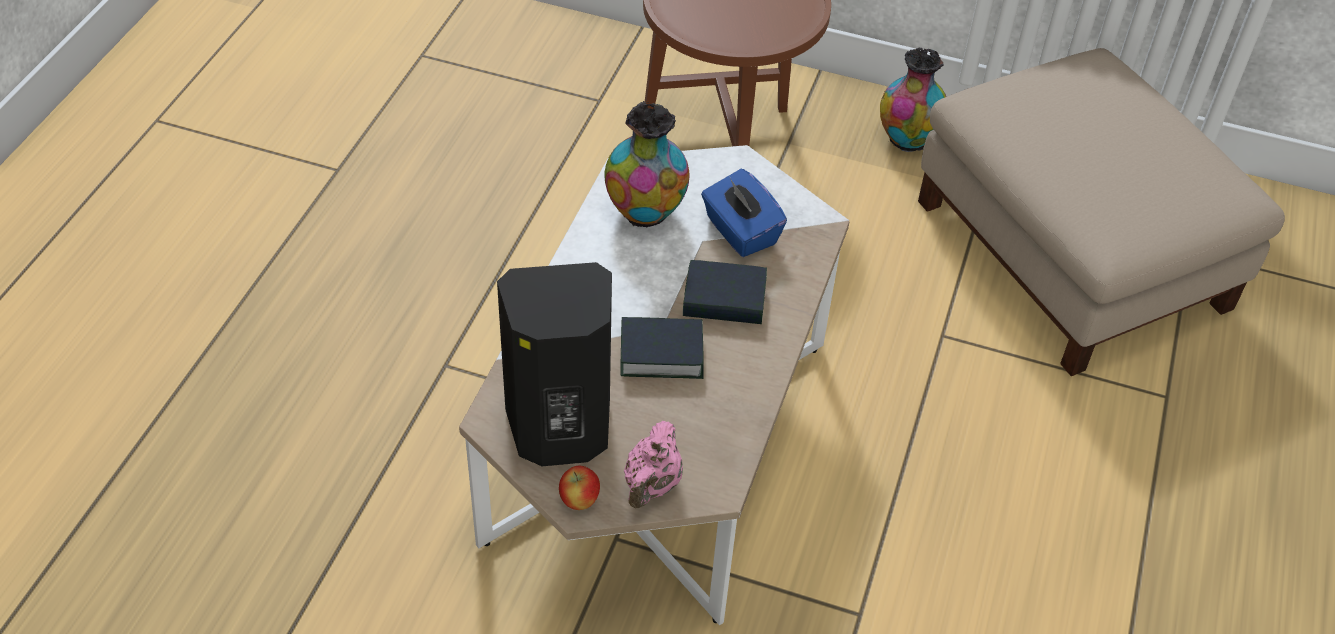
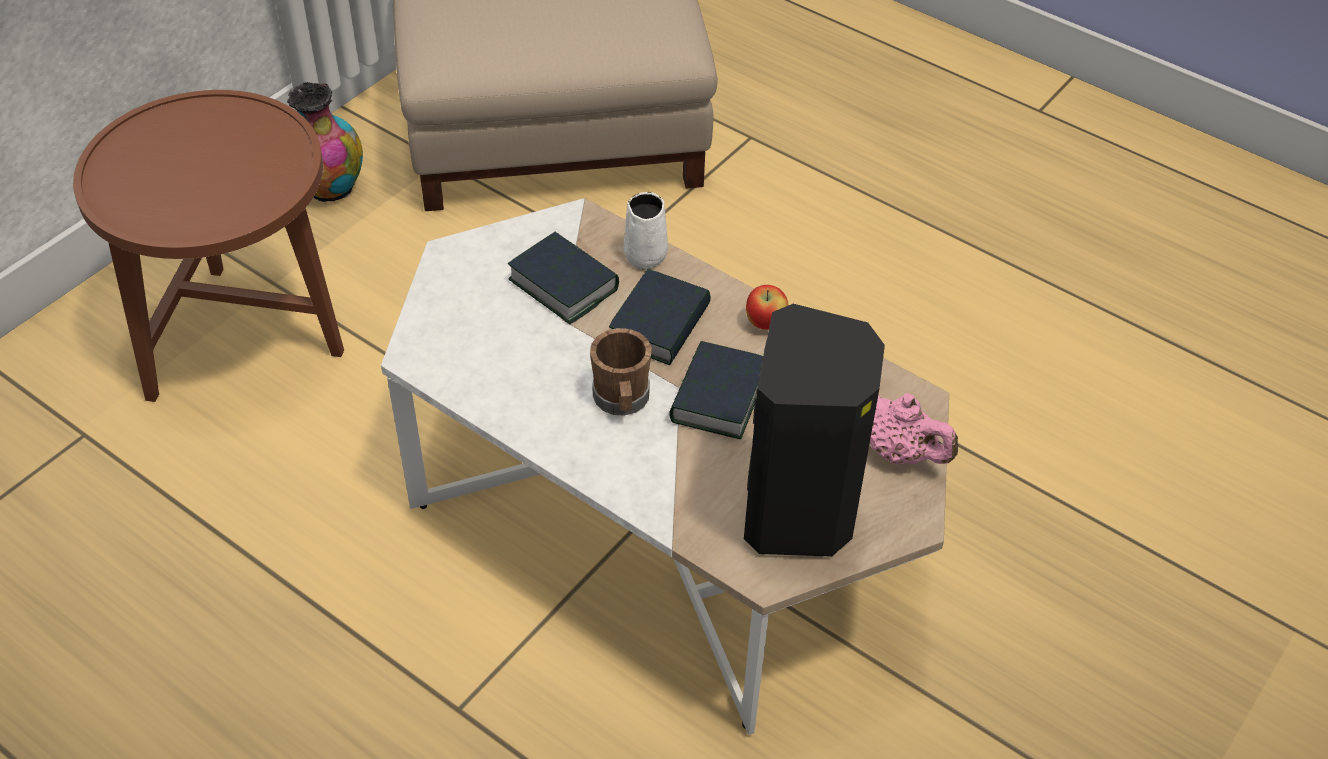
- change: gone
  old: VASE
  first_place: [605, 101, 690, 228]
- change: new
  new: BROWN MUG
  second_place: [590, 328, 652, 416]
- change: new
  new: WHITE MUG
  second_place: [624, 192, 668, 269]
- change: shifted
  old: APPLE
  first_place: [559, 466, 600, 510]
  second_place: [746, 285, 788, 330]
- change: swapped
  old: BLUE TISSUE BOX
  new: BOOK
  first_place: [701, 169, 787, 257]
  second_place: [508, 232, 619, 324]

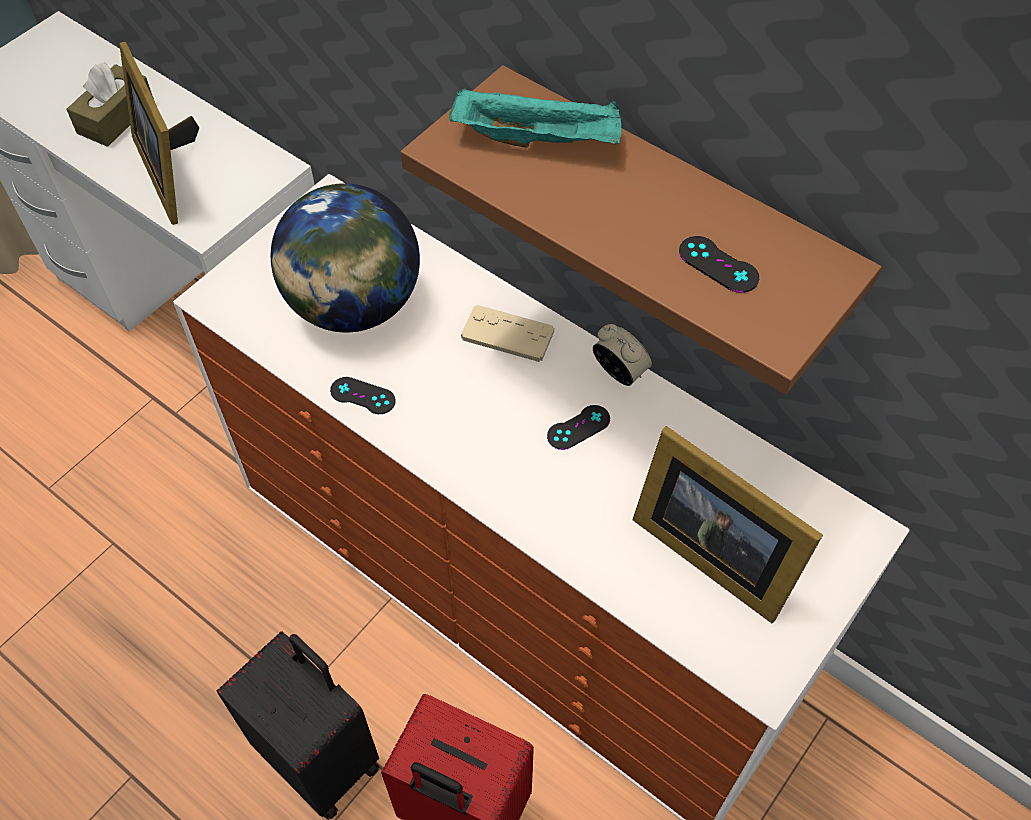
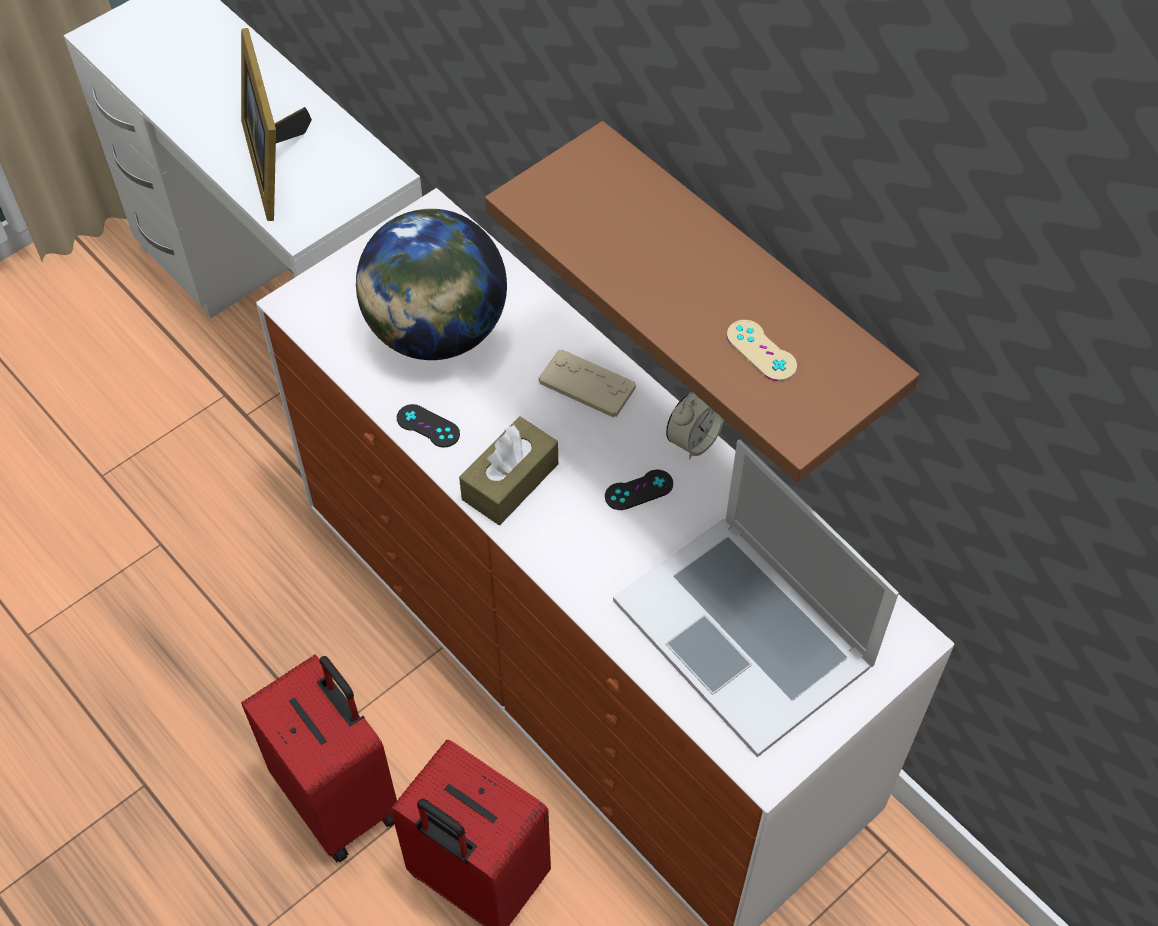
- change: gone
  old: TURQUOISE TRAY
  first_place: [449, 87, 622, 148]
- change: shifted
  old: BROWN TISSUE BOX
  first_place: [67, 62, 154, 147]
  second_place: [459, 417, 558, 525]
- change: swapped
  old: PICTURE FRAME
  new: LAPTOP
  first_place: [632, 426, 823, 623]
  second_place: [613, 440, 899, 757]
- change: repainted
  old: BLACK SUITCASE
  new: RED SUITCASE
  first_place: [217, 631, 380, 820]
  second_place: [241, 654, 397, 863]
- change: repainted
  old: BLACK GAME CONTROLLER
  new: BEIGE GAME CONTROLLER
  first_place: [679, 236, 759, 293]
  second_place: [727, 320, 797, 381]
- change: rotated
  old: ALARM CLOCK
  first_place: [593, 324, 652, 386]
  second_place: [666, 391, 724, 459]
  degrees: 75

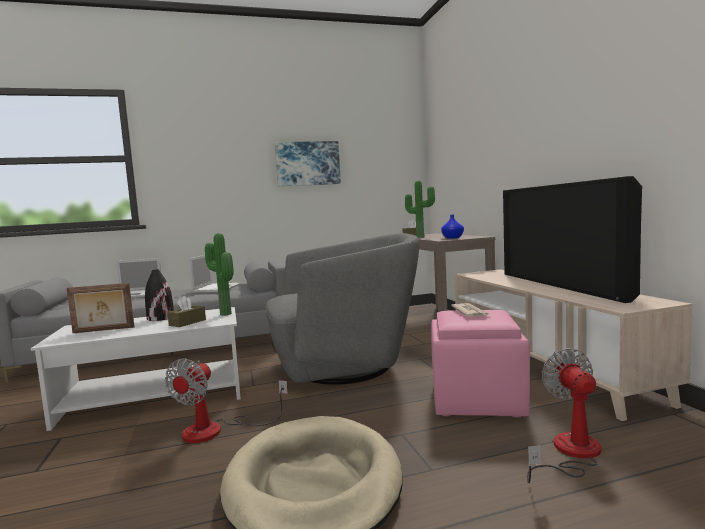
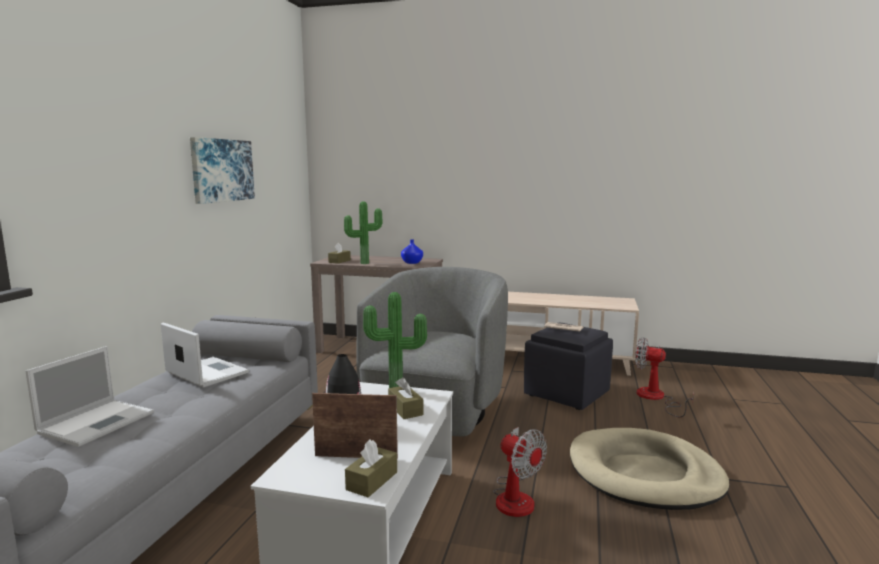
- change: gone
  old: TELEVISION
  first_place: [503, 176, 642, 303]
- change: new
  new: BROWN TISSUE BOX
  second_place: [345, 440, 397, 497]
- change: repainted
  old: PINK OTTOMAN
  new: BLACK OTTOMAN
  first_place: [431, 310, 530, 418]
  second_place: [524, 323, 613, 410]
- change: rotated
  old: PICTURE FRAME
  first_place: [67, 283, 134, 333]
  second_place: [312, 393, 398, 459]
  degrees: -105

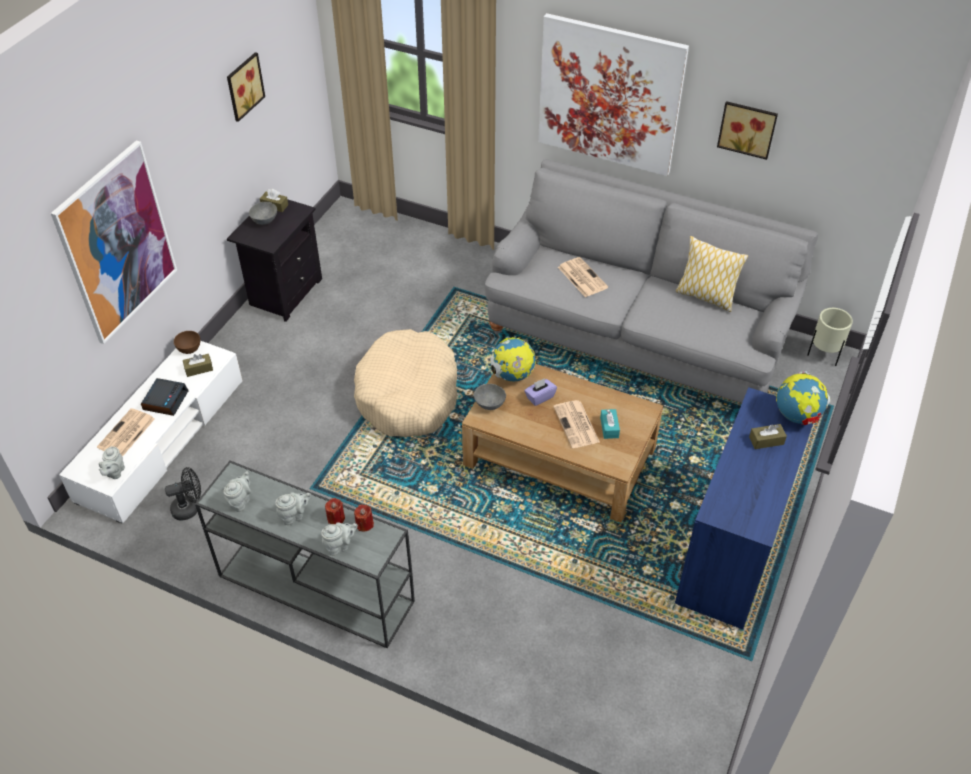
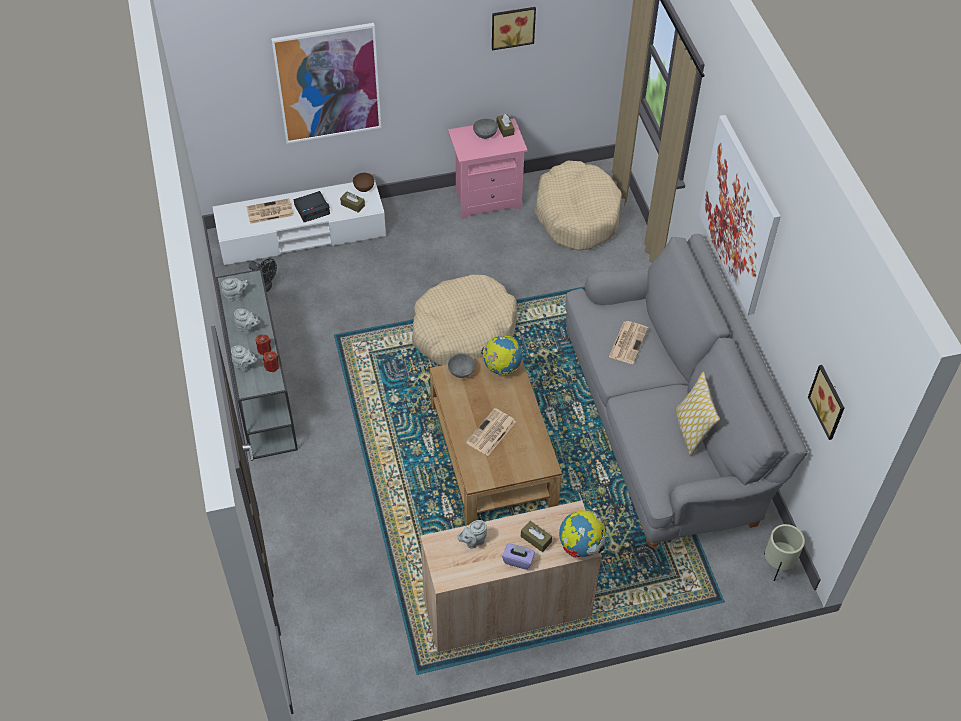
- change: gone
  old: TURQUOISE TISSUE BOX
  first_place: [600, 409, 620, 439]
- change: new
  new: BEIGE DOG BED
  second_place: [535, 160, 622, 251]
- change: shifted
  old: GREY TEAPOT
  first_place: [99, 446, 125, 479]
  second_place: [457, 520, 487, 548]
- change: shifted
  old: PURPLE TISSUE BOX
  first_place: [524, 378, 557, 406]
  second_place: [502, 544, 535, 570]
- change: shifted
  old: PICTURE
  first_place: [717, 101, 778, 160]
  second_place: [808, 365, 844, 440]
- change: repainted
  old: BLACK NIGHTSTAND
  new: PINK NIGHTSTAND
  first_place: [227, 199, 322, 322]
  second_place: [448, 118, 528, 219]
- change: repainted
  old: BLUE CABINET
  new: BEIGE CABINET
  first_place: [675, 387, 813, 629]
  second_place: [420, 500, 602, 654]

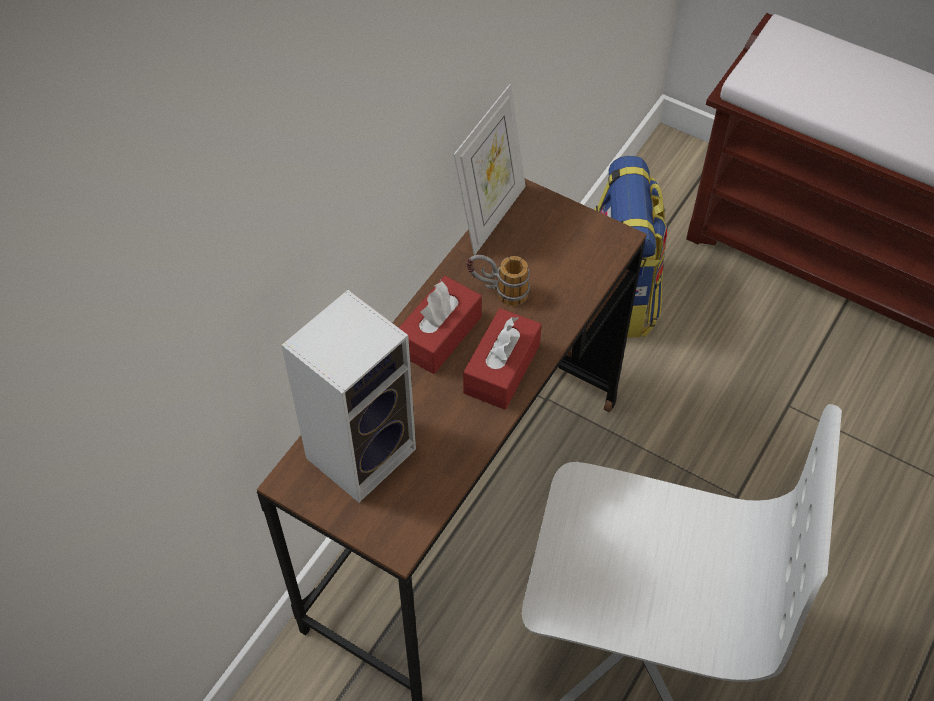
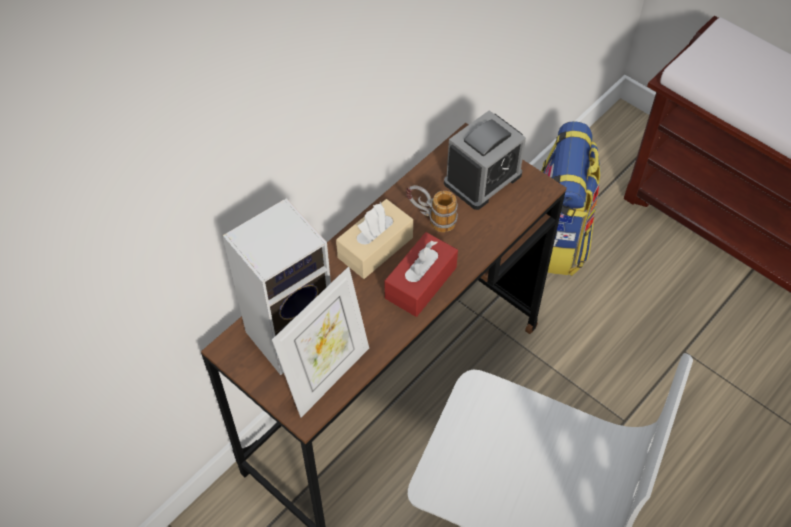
- change: new
  new: ALARM CLOCK
  second_place: [444, 110, 526, 210]
- change: shifted
  old: PICTURE FRAME
  first_place: [454, 84, 526, 255]
  second_place: [272, 267, 369, 417]
- change: repainted
  old: RED TISSUE BOX
  new: BEIGE TISSUE BOX
  first_place: [399, 276, 482, 374]
  second_place: [336, 199, 413, 279]

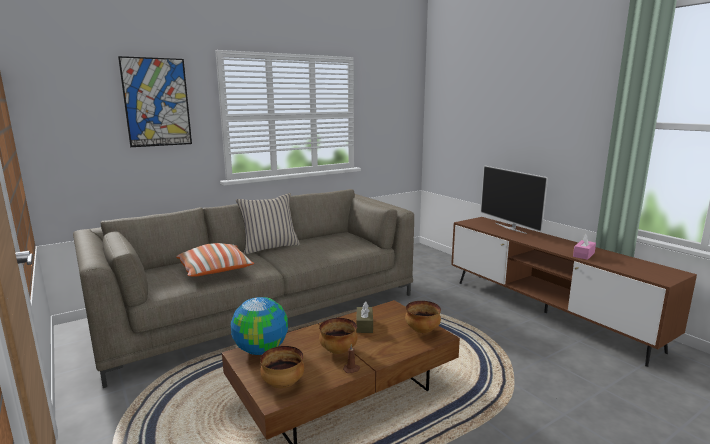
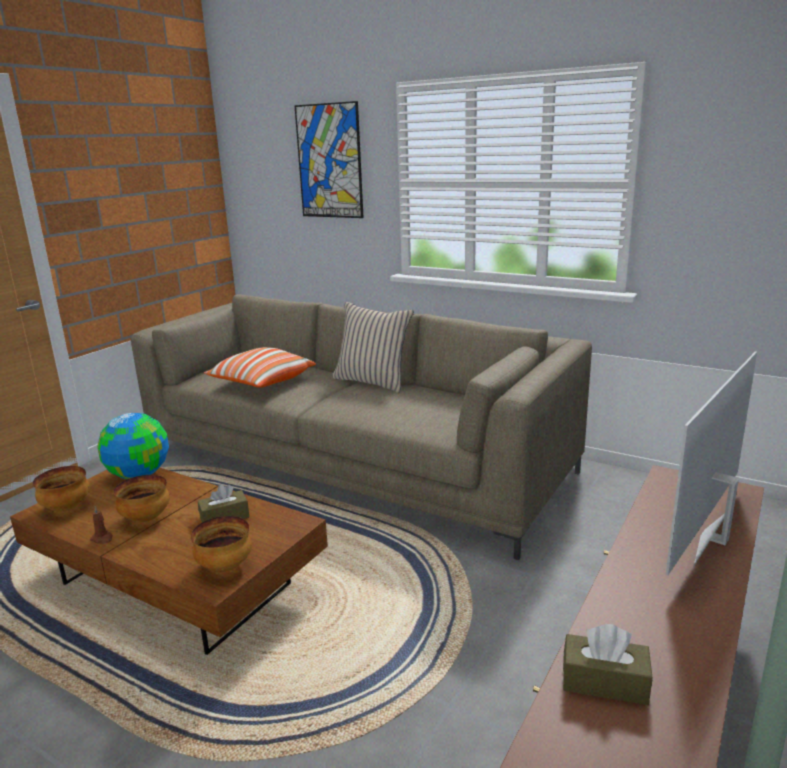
- change: repainted
  old: PINK TISSUE BOX
  new: BROWN TISSUE BOX
  first_place: [573, 234, 596, 260]
  second_place: [563, 624, 652, 705]

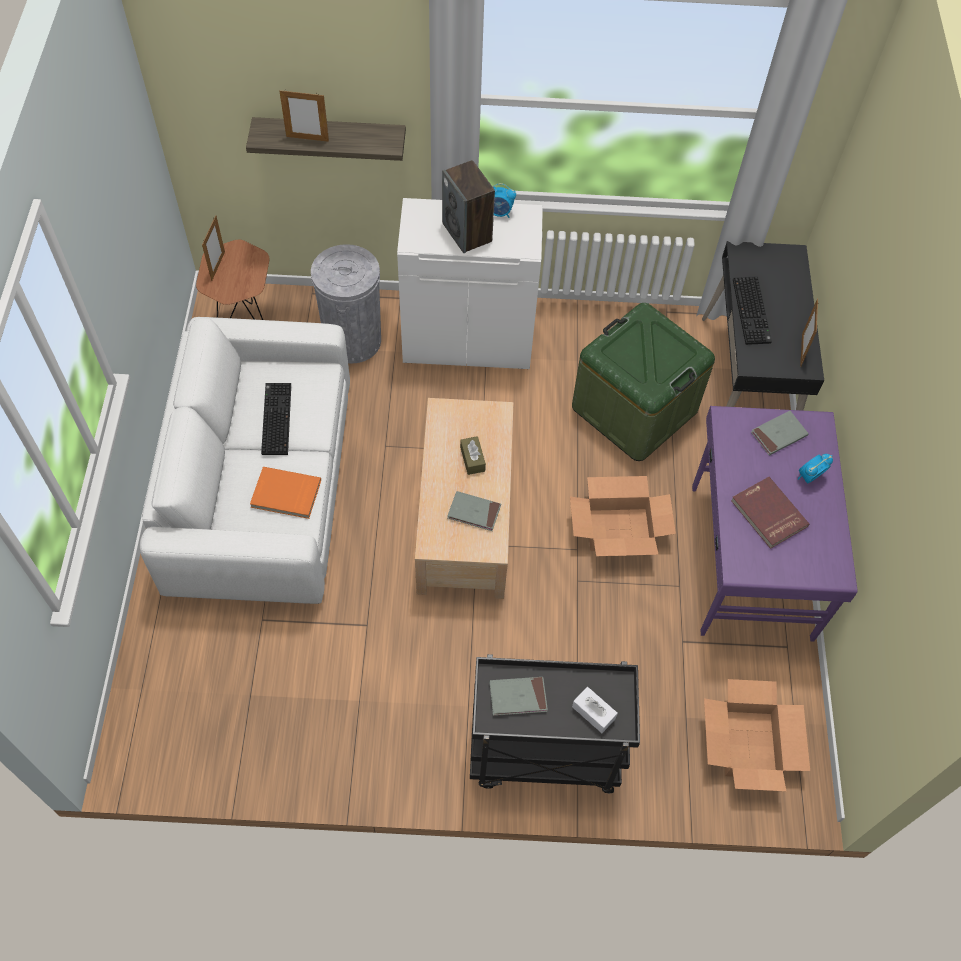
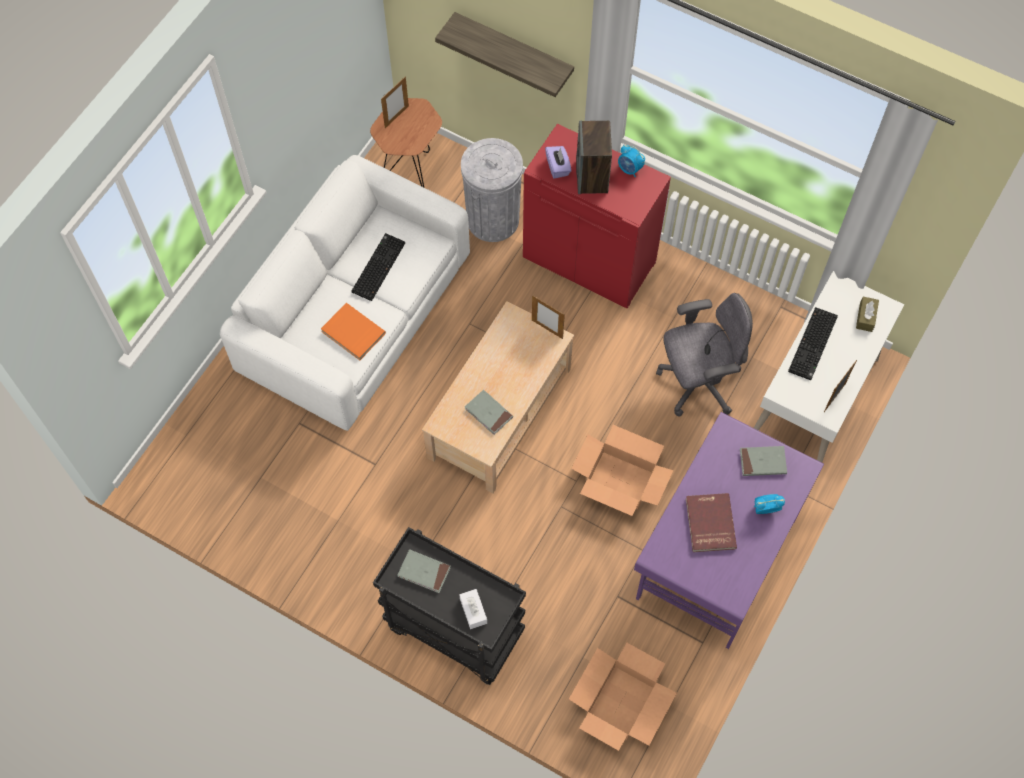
- change: new
  new: PURPLE TISSUE BOX
  second_place: [545, 146, 571, 179]
- change: shifted
  old: PICTURE FRAME
  first_place: [279, 89, 329, 142]
  second_place: [532, 295, 565, 339]
- change: shifted
  old: BROWN TISSUE BOX
  first_place: [460, 436, 486, 475]
  second_place: [856, 297, 879, 332]
- change: swapped
  old: GREEN STORAGE BOX
  new: GREY OFFICE CHAIR
  first_place: [572, 303, 715, 461]
  second_place: [656, 293, 753, 416]
- change: repainted
  old: WHITE CABINET
  new: RED CABINET
  first_place: [397, 198, 543, 369]
  second_place: [523, 124, 671, 308]
- change: repainted
  old: BLACK DESK
  new: WHITE DESK
  first_place: [702, 241, 824, 411]
  second_place: [754, 271, 904, 462]

